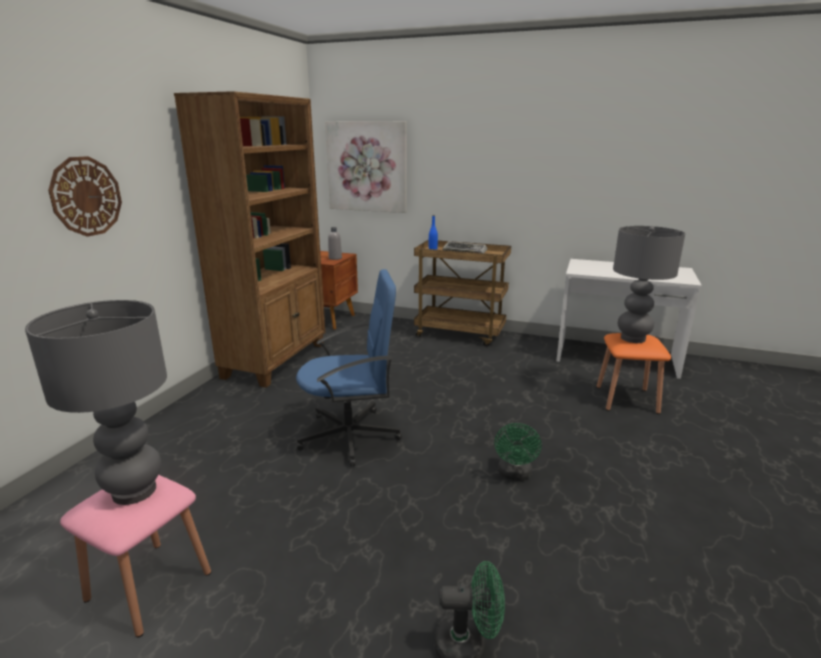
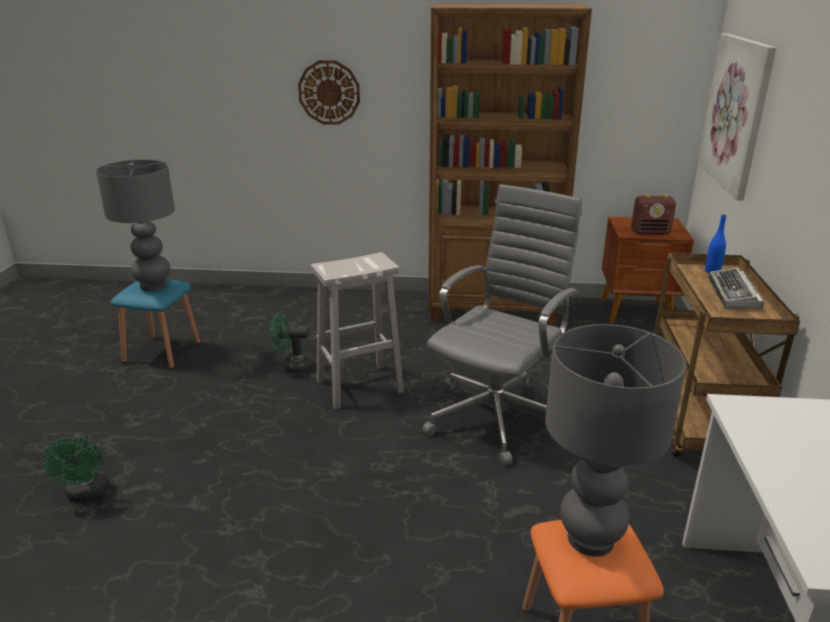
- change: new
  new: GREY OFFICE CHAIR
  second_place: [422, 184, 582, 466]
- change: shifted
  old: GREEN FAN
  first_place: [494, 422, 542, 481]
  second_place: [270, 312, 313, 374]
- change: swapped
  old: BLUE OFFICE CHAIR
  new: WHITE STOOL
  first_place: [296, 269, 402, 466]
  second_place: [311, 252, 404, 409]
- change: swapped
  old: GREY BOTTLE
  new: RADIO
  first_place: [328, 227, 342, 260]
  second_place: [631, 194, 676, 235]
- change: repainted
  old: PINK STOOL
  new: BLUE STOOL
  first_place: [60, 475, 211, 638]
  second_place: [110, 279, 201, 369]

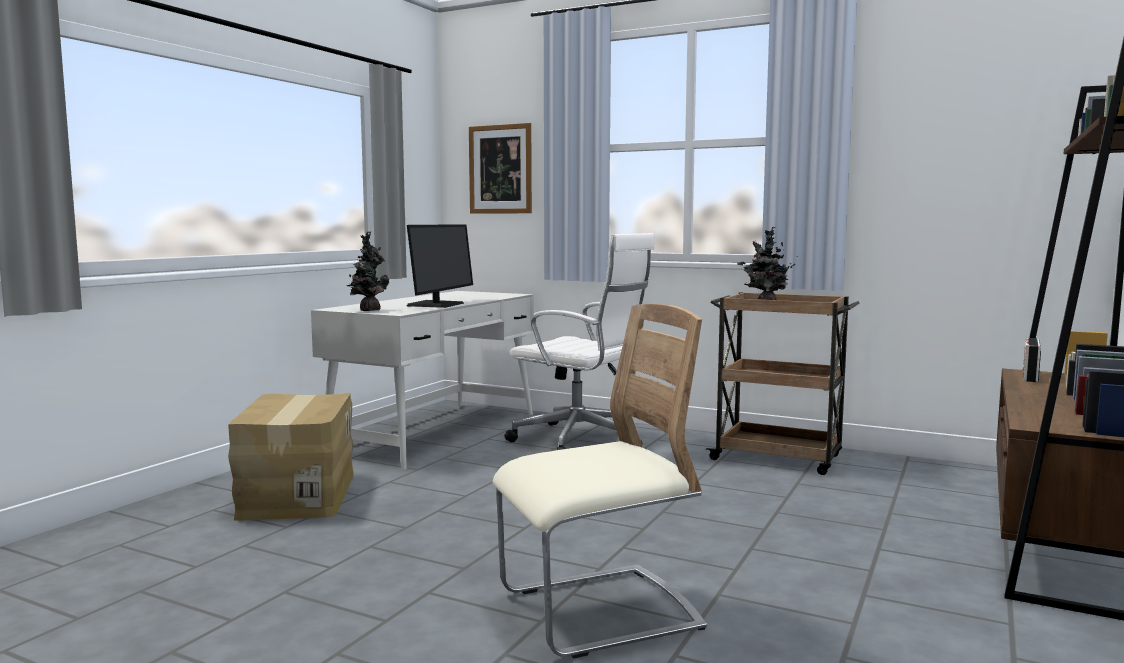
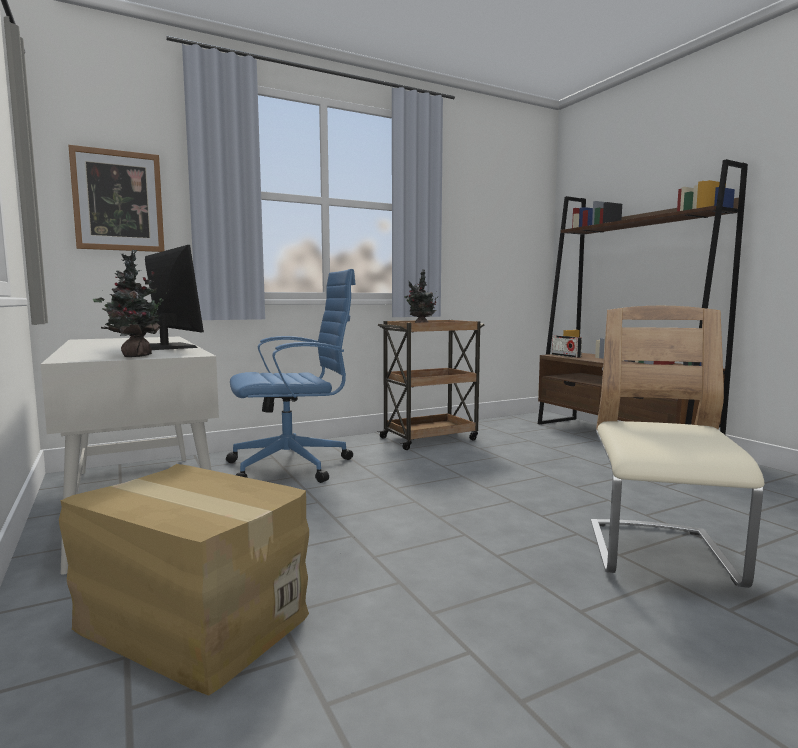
- change: repainted
  old: WHITE OFFICE CHAIR
  new: BLUE OFFICE CHAIR
  first_place: [505, 233, 655, 450]
  second_place: [226, 269, 356, 483]

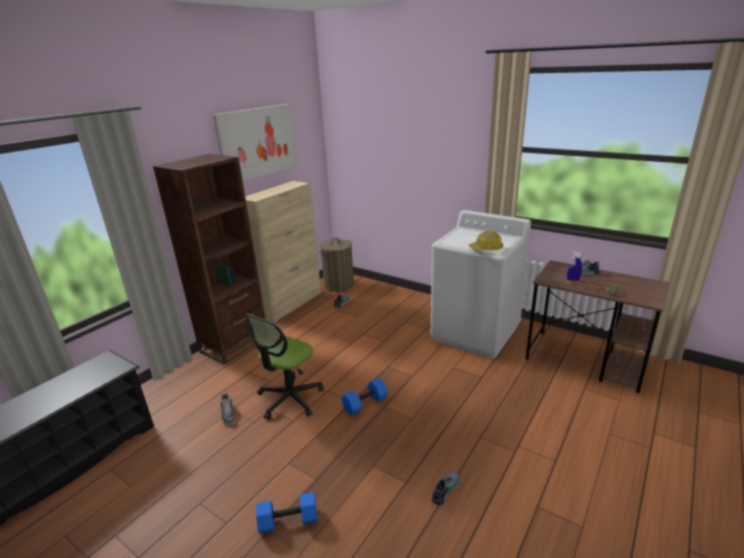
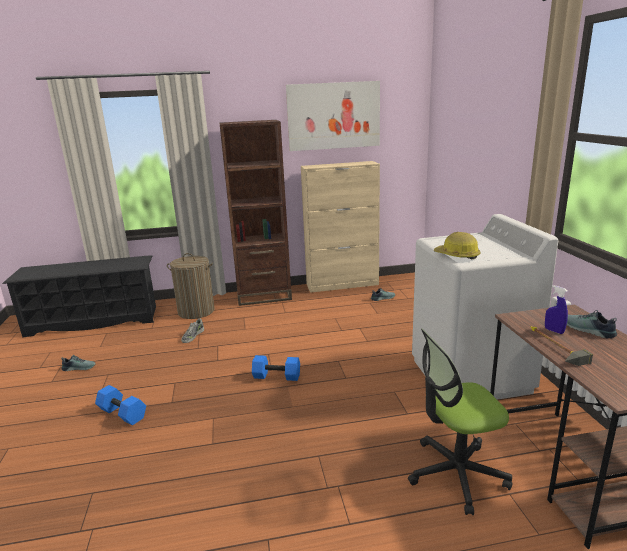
- change: shifted
  old: OFFICE CHAIR
  first_place: [245, 314, 324, 420]
  second_place: [408, 329, 512, 515]
- change: shifted
  old: LAUNDRY BASKET
  first_place: [319, 238, 354, 292]
  second_place: [167, 253, 215, 319]
- change: shifted
  old: SHOE
  first_place: [432, 472, 460, 505]
  second_place: [61, 355, 96, 371]

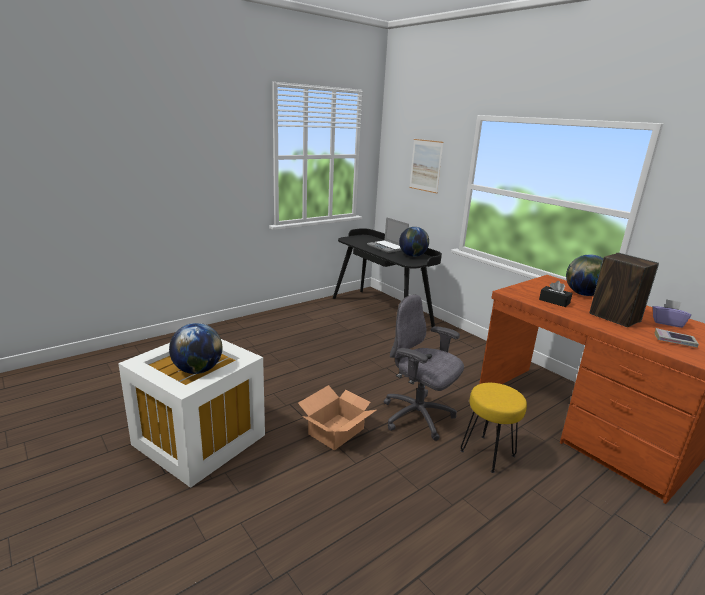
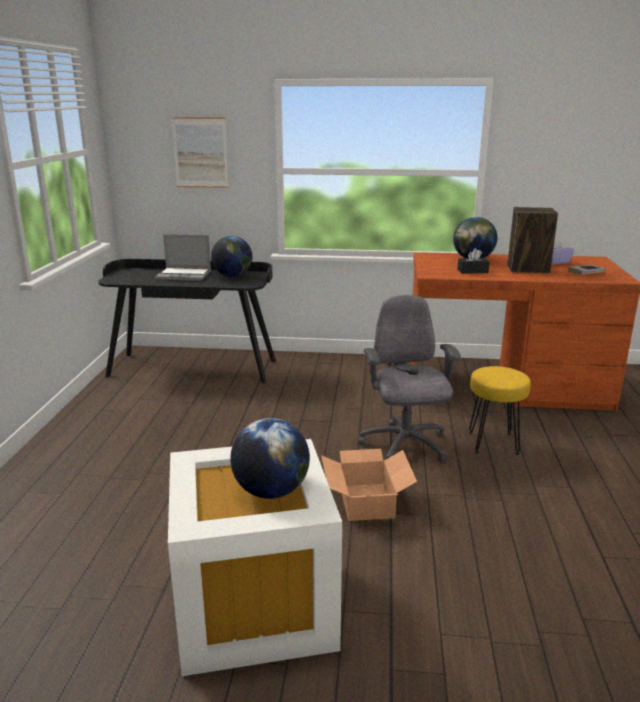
- change: rotated
  old: GREY OFFICE CHAIR
  first_place: [384, 295, 464, 441]
  second_place: [359, 295, 461, 463]
  degrees: 90

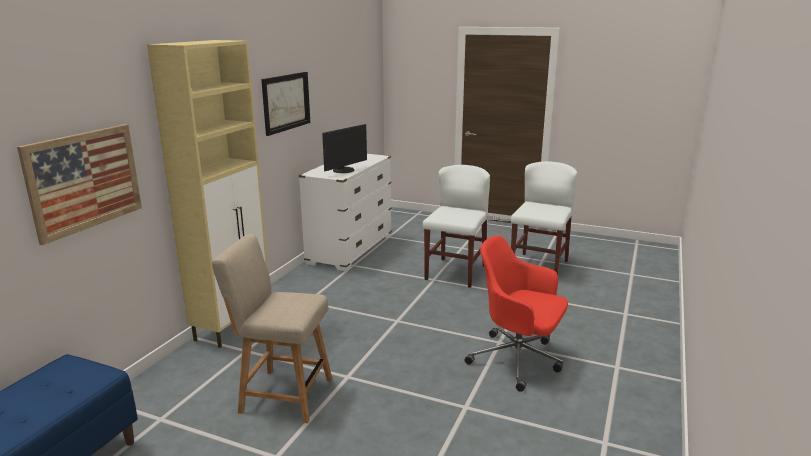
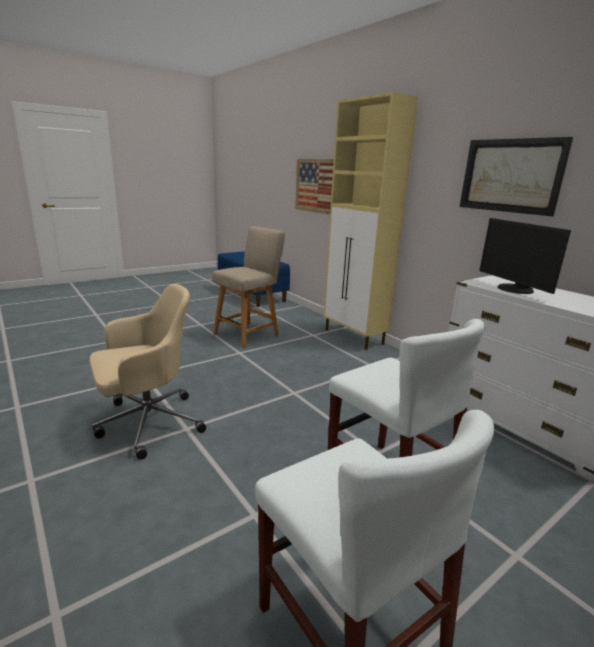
- change: repainted
  old: RED OFFICE CHAIR
  new: BEIGE OFFICE CHAIR
  first_place: [465, 235, 568, 392]
  second_place: [89, 284, 206, 460]

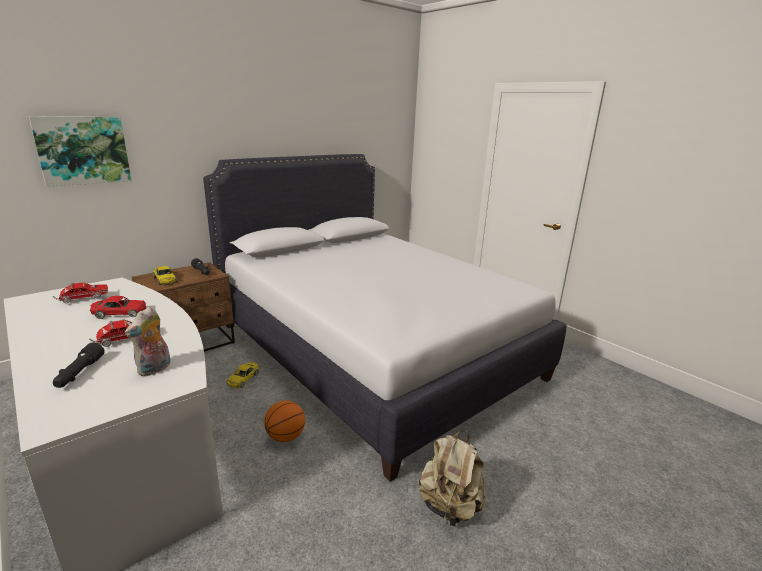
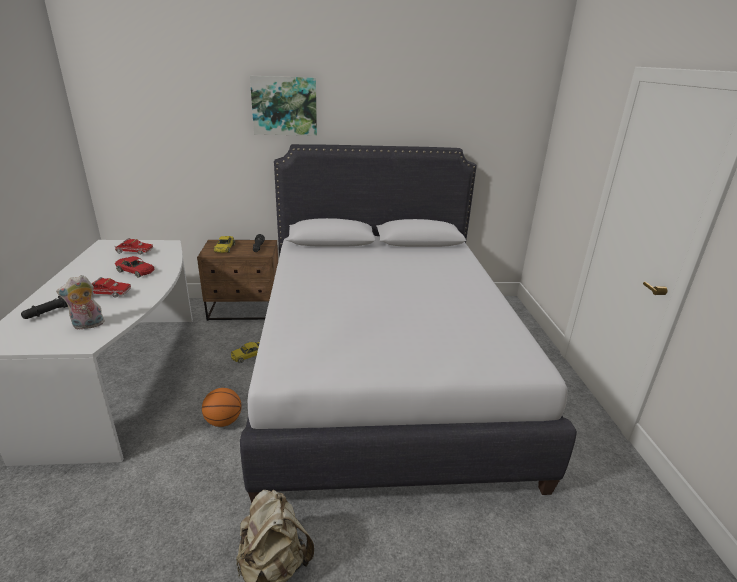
- change: shifted
  old: PICTURE
  first_place: [29, 116, 131, 187]
  second_place: [250, 76, 317, 136]

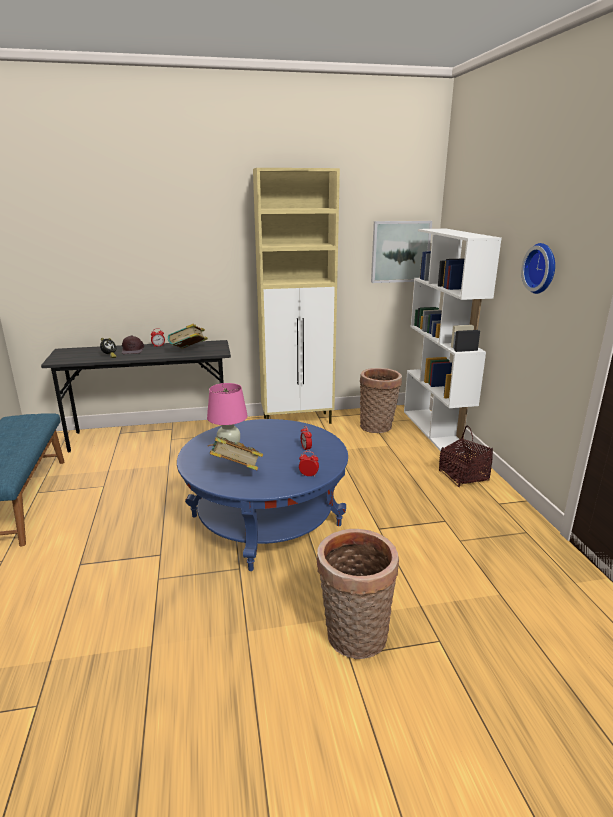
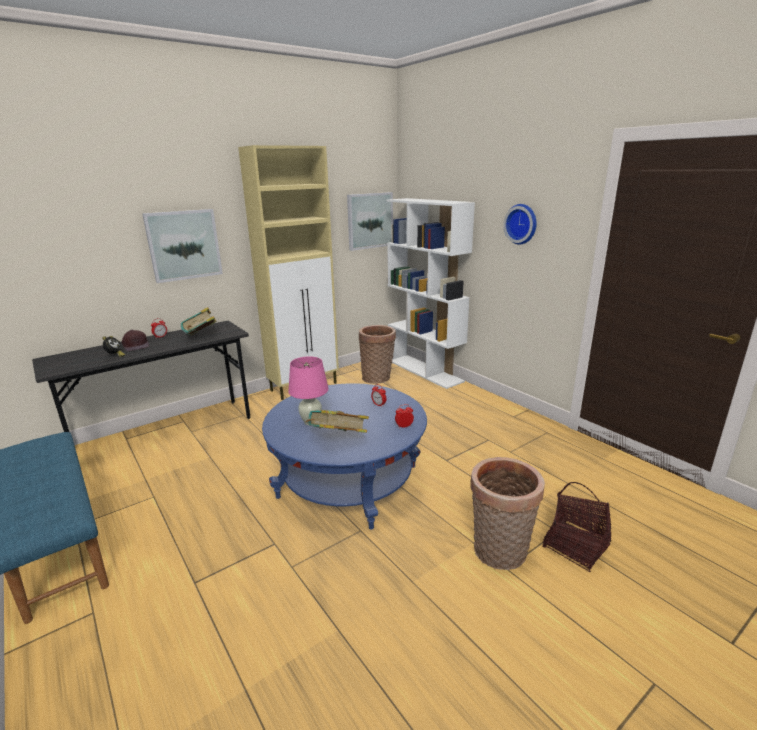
- change: new
  new: PICTURE
  second_place: [142, 209, 223, 283]
- change: shifted
  old: BASKET
  first_place: [439, 426, 493, 488]
  second_place: [542, 482, 612, 572]

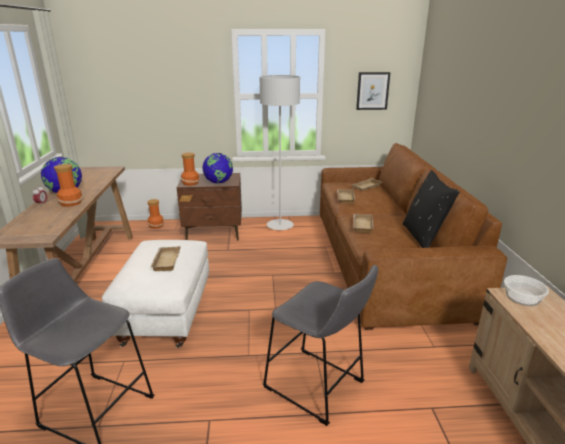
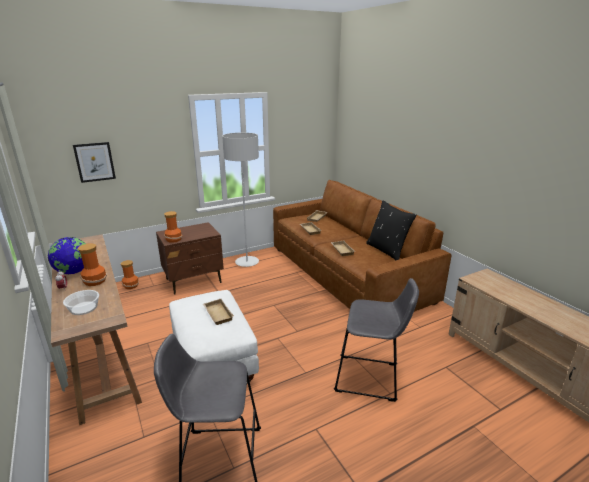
- change: gone
  old: GLOBE
  first_place: [202, 153, 233, 183]
- change: shifted
  old: PICTURE
  first_place: [356, 72, 391, 110]
  second_place: [73, 142, 116, 183]
- change: shifted
  old: BOWL
  first_place: [504, 275, 549, 306]
  second_place: [63, 290, 99, 315]

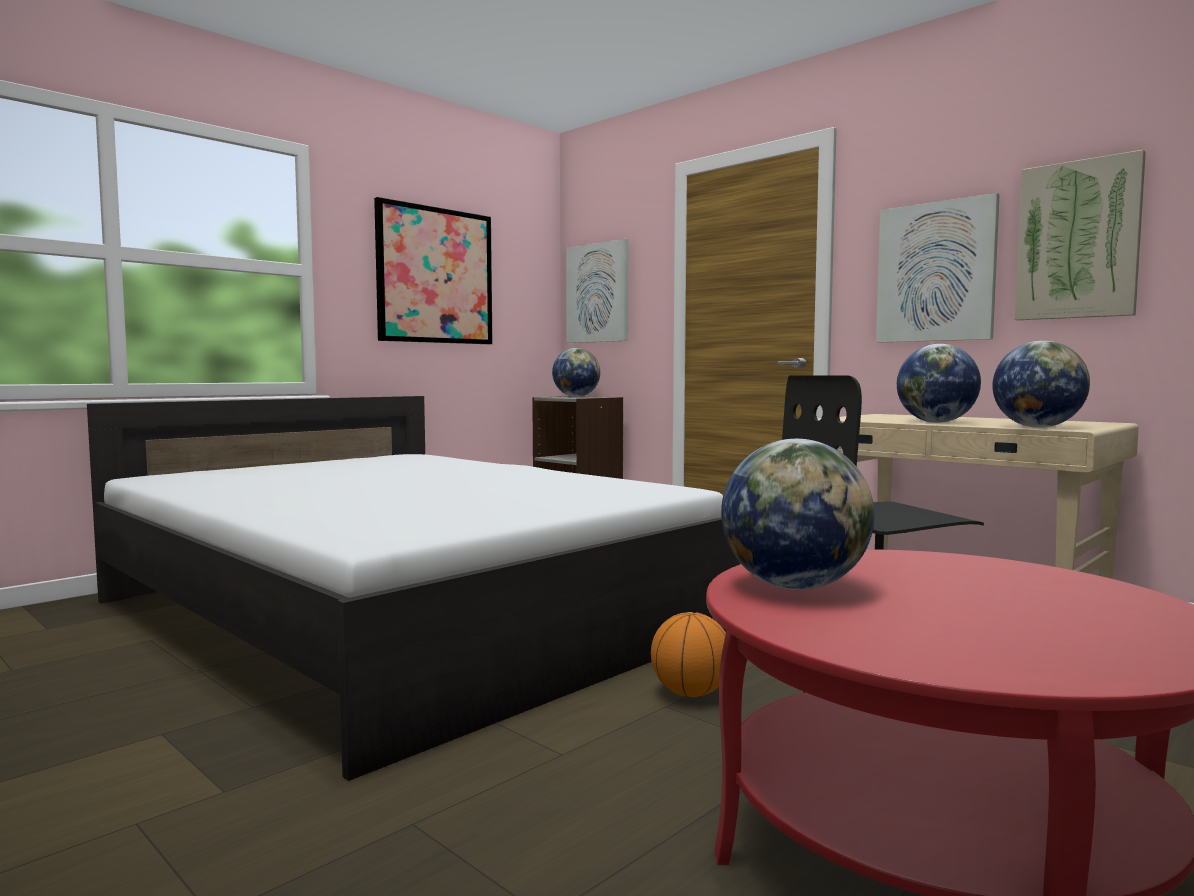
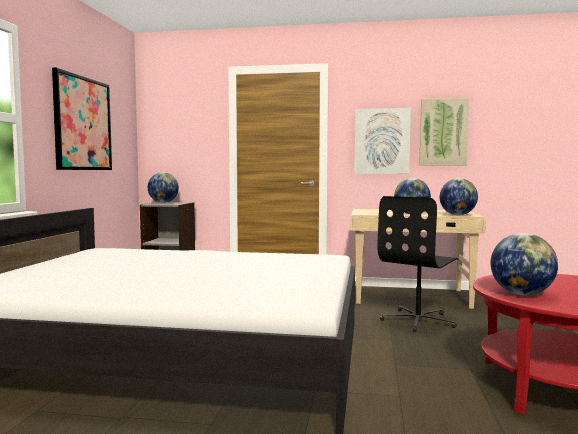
- change: gone
  old: PICTURE
  first_place: [566, 239, 628, 343]
- change: gone
  old: BASKETBALL
  first_place: [651, 612, 726, 697]

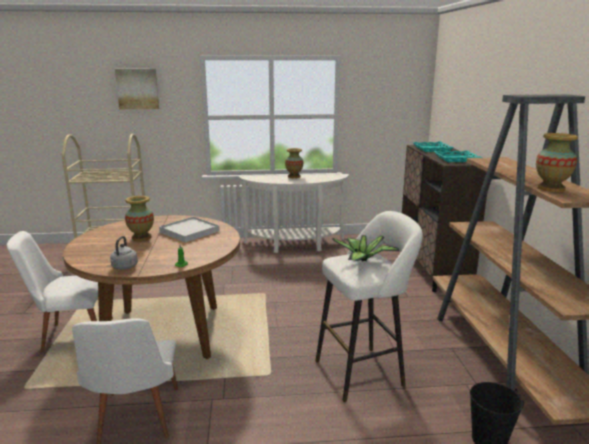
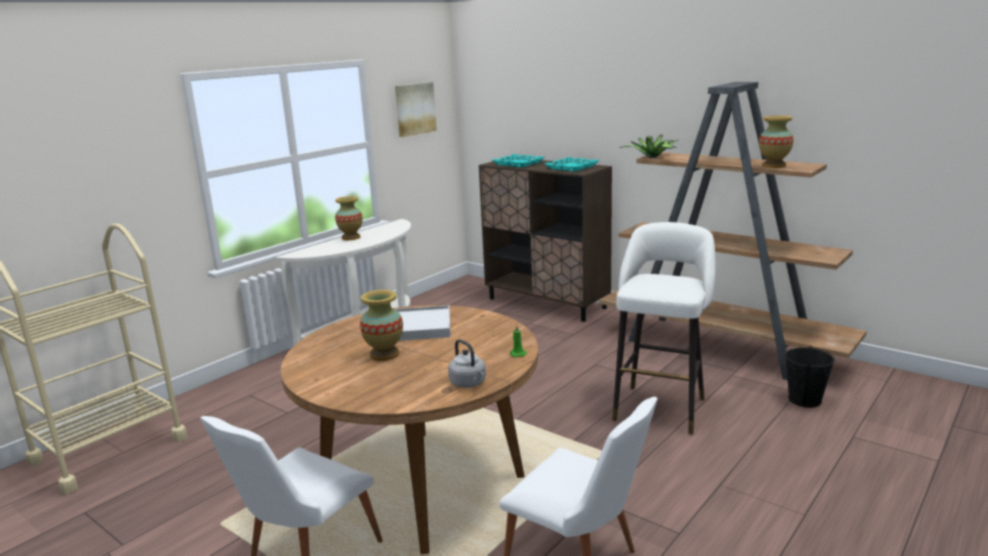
- change: shifted
  old: PICTURE
  first_place: [115, 69, 159, 109]
  second_place: [395, 82, 437, 137]
- change: shifted
  old: POTTED PLANT
  first_place: [332, 235, 399, 262]
  second_place: [619, 135, 678, 158]

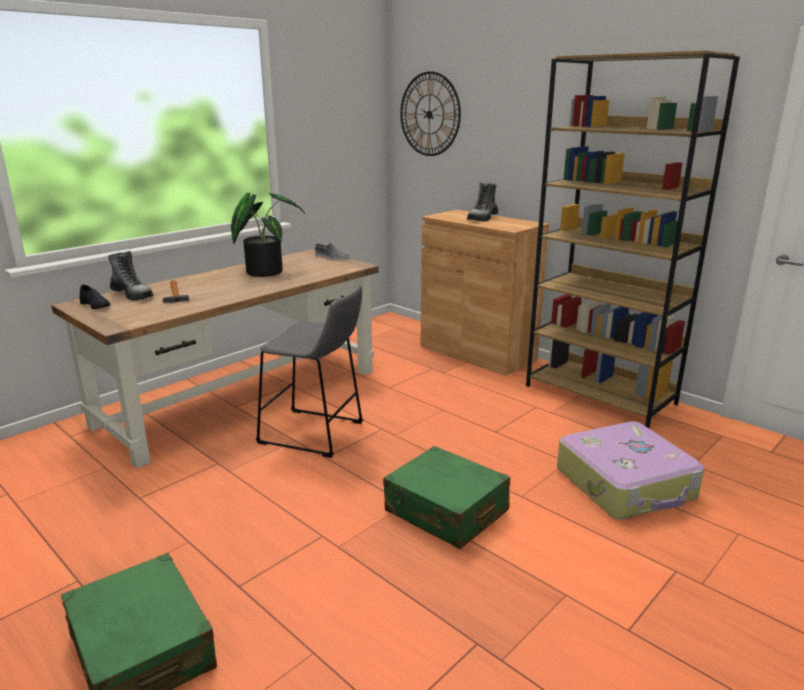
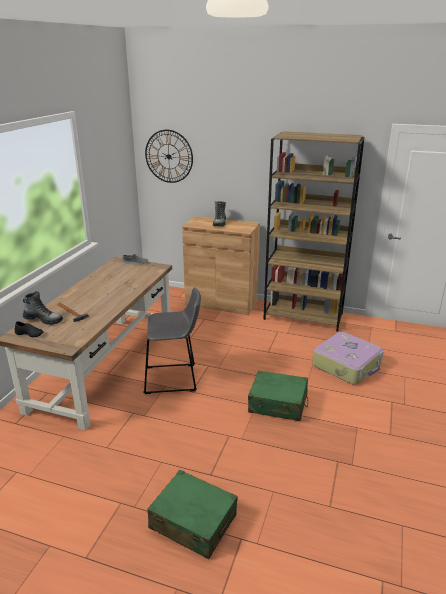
- change: gone
  old: POTTED PLANT
  first_place: [231, 193, 305, 277]

